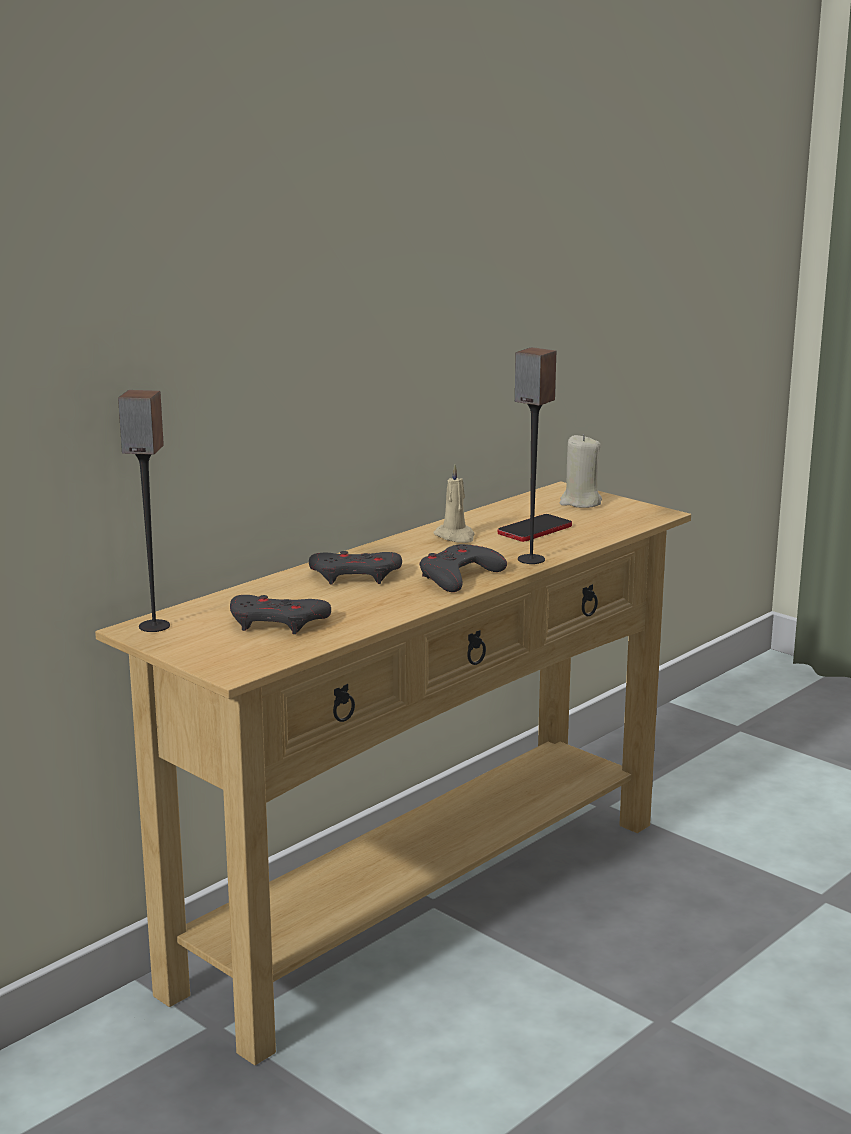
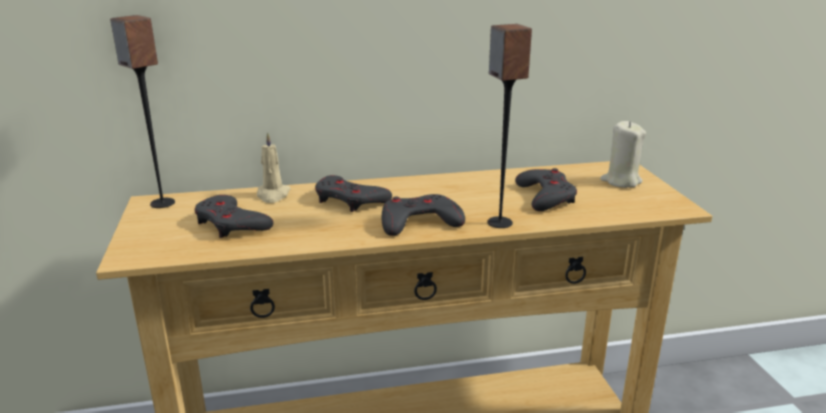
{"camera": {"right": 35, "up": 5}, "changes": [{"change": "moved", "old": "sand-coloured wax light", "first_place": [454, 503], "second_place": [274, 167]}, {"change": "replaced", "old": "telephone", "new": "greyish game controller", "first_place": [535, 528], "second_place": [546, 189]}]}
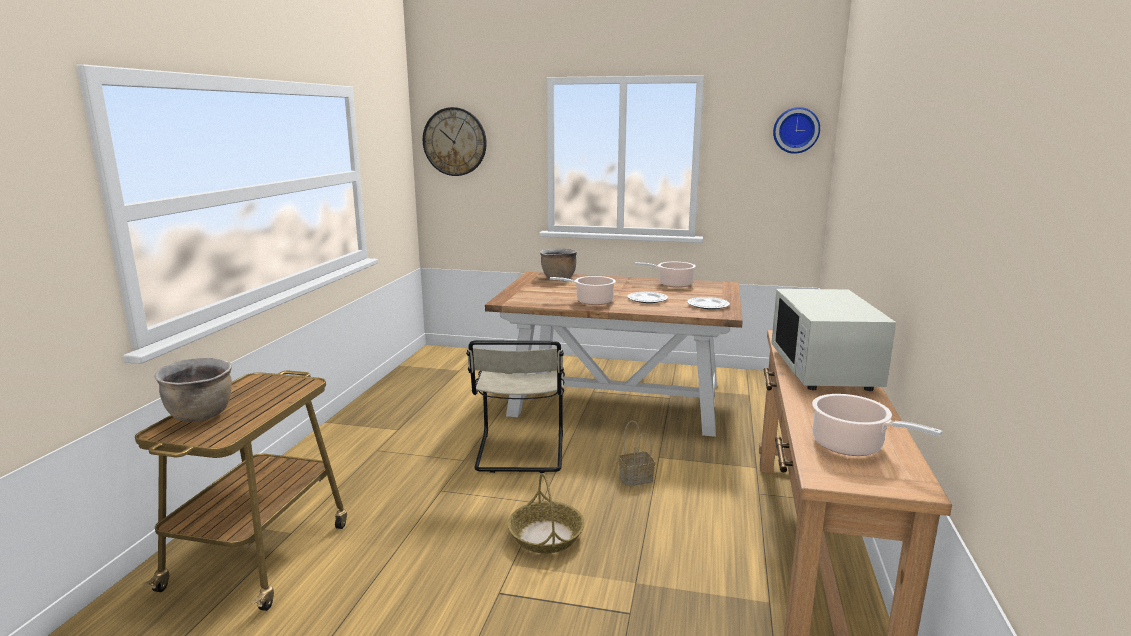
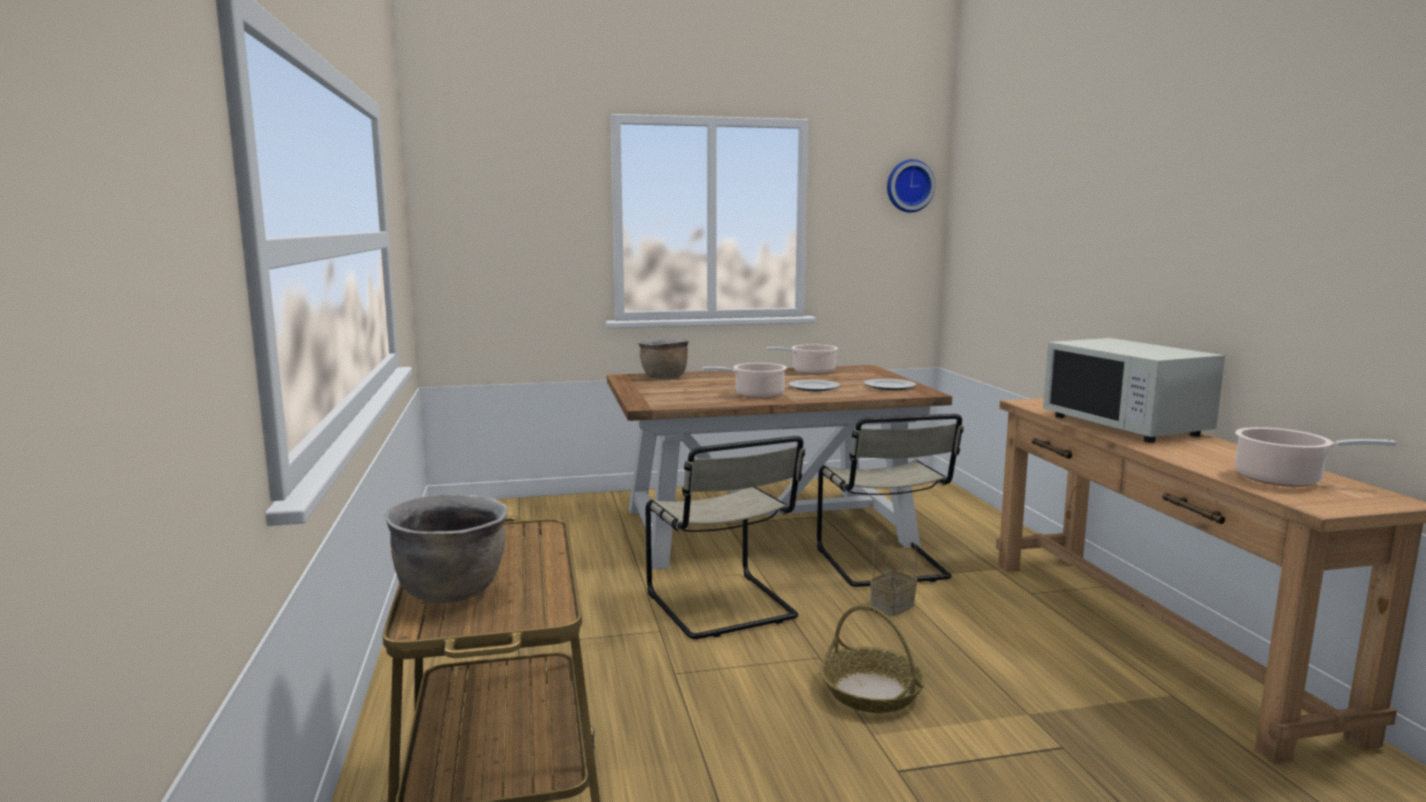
{"camera": {"right": -25, "up": -5}, "changes": [{"change": "removed", "old": "wall clock", "first_place": [455, 141]}, {"change": "added", "new": "sand-coloured chair", "second_place": [890, 500]}]}
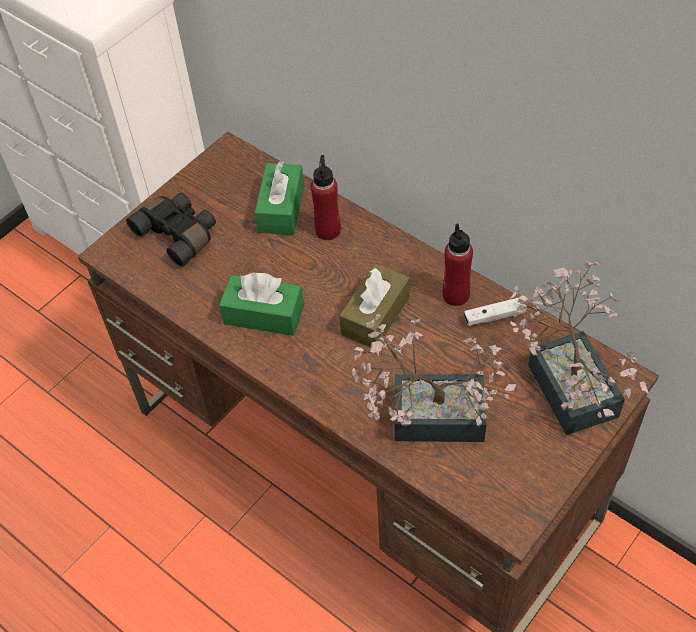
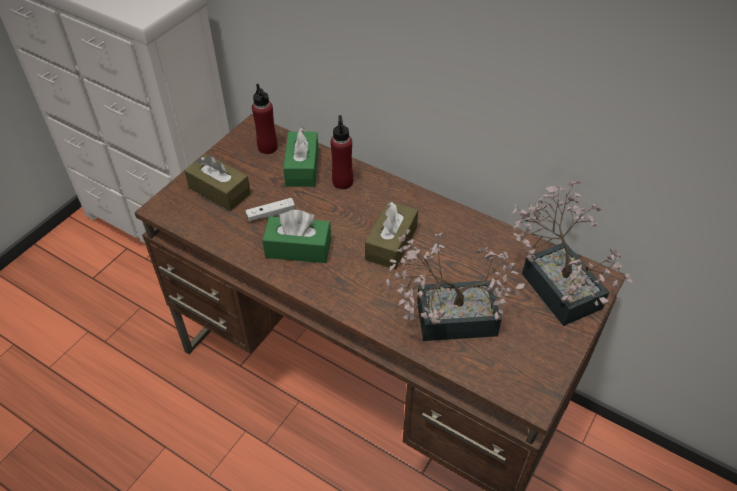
{"camera": {"right": -10, "up": -5}, "changes": [{"change": "replaced", "old": "blackish pair of binoculars", "new": "brown tissue holder", "first_place": [171, 230], "second_place": [217, 182]}, {"change": "moved", "old": "reddish bottle", "first_place": [458, 265], "second_place": [265, 119]}, {"change": "moved", "old": "whitish game controller", "first_place": [495, 311], "second_place": [270, 209]}]}
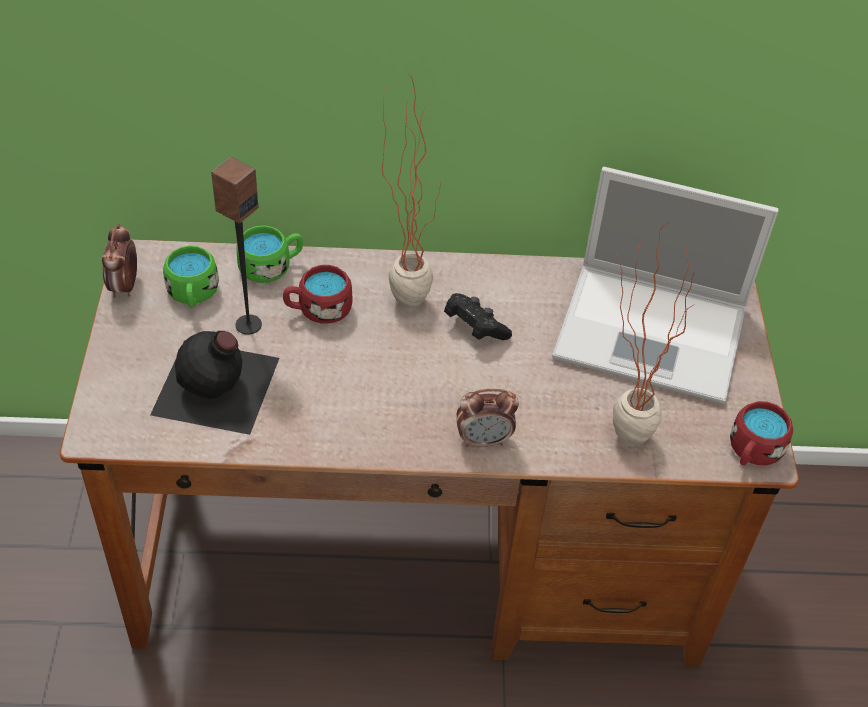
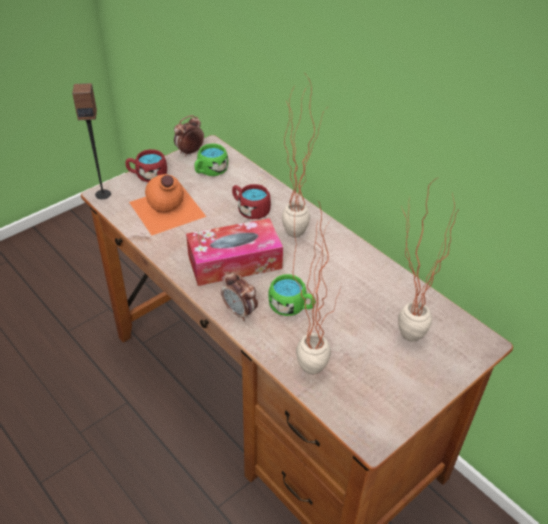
{"camera": {"right": 50, "up": -5}, "changes": [{"change": "recoloured", "old": "blackish bottle", "new": "orangey bottle", "first_place": [214, 383], "second_place": [167, 204]}, {"change": "moved", "old": "loudspeaker", "first_place": [236, 246], "second_place": [91, 141]}, {"change": "moved", "old": "greenish tea mug", "first_place": [269, 254], "second_place": [291, 295]}, {"change": "removed", "old": "blackish game controller", "first_place": [478, 316]}, {"change": "replaced", "old": "portable computer", "new": "plant in a pot", "first_place": [665, 285], "second_place": [428, 260]}, {"change": "moved", "old": "reddish tea mug", "first_place": [761, 433], "second_place": [146, 165]}, {"change": "added", "new": "tissue holder", "second_place": [234, 252]}]}
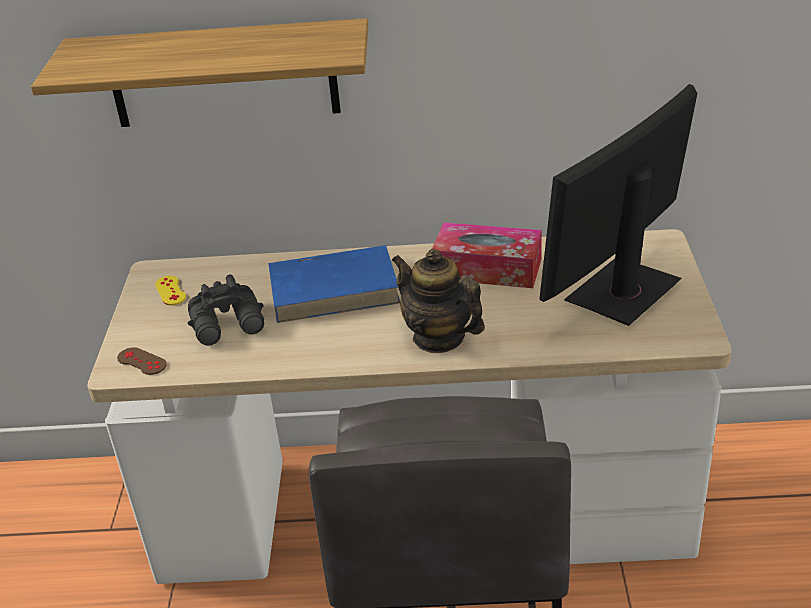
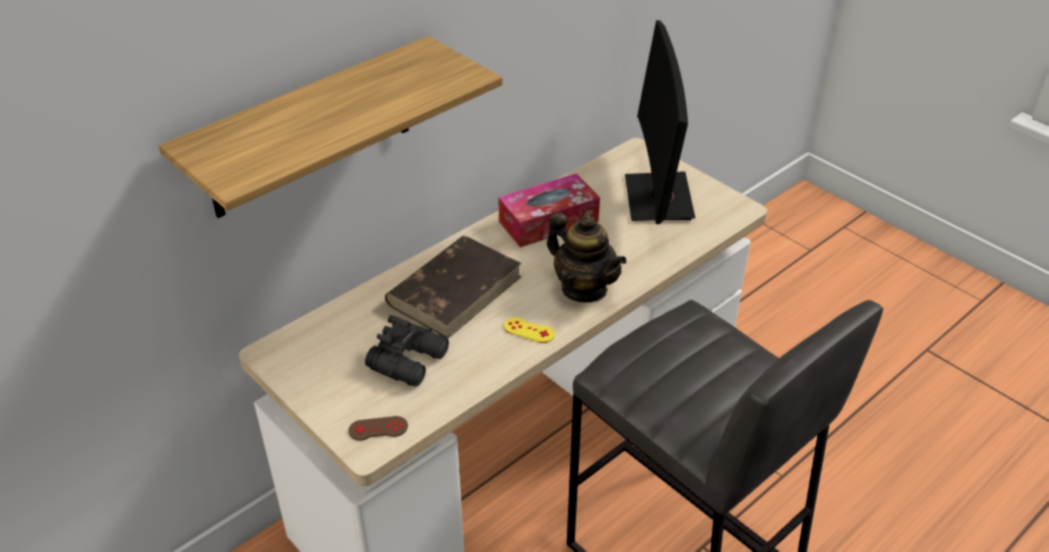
{"camera": {"right": -45, "up": 5}, "changes": [{"change": "moved", "old": "yellow game controller", "first_place": [170, 290], "second_place": [529, 330]}, {"change": "recoloured", "old": "blue volume", "new": "brown volume", "first_place": [334, 284], "second_place": [453, 287]}, {"change": "turned", "old": "tea pot", "first_place": [438, 301], "second_place": [587, 257], "degrees": -135}]}
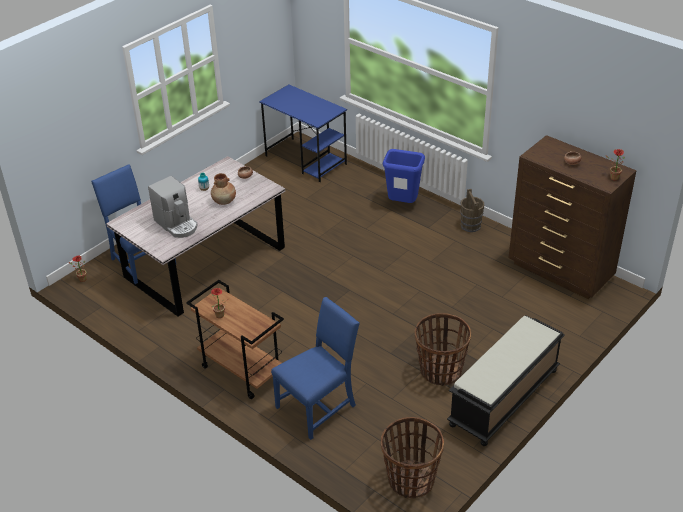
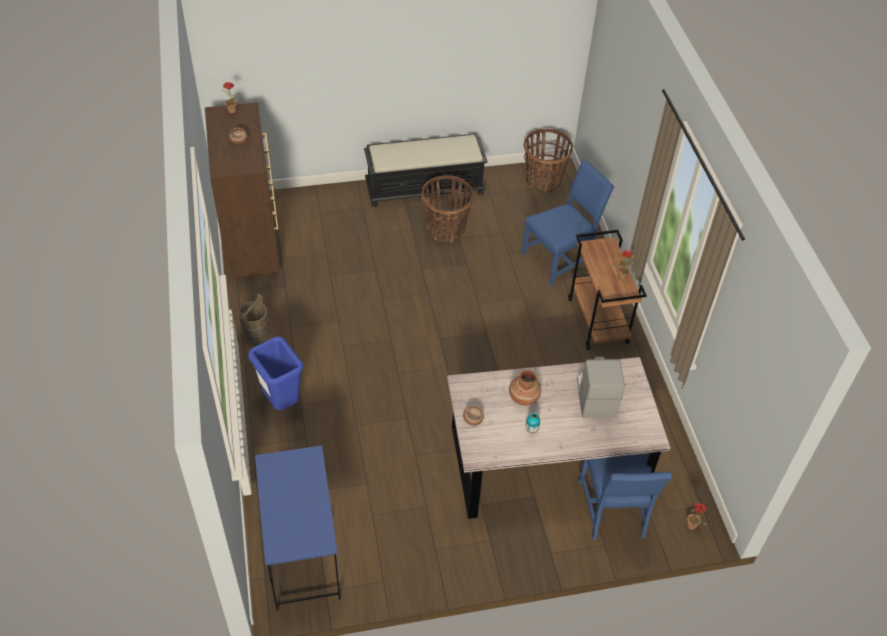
{"camera": {"right": -145, "up": 10}, "changes": [{"change": "turned", "old": "blue chair", "first_place": [315, 368], "second_place": [567, 222], "degrees": 150}]}
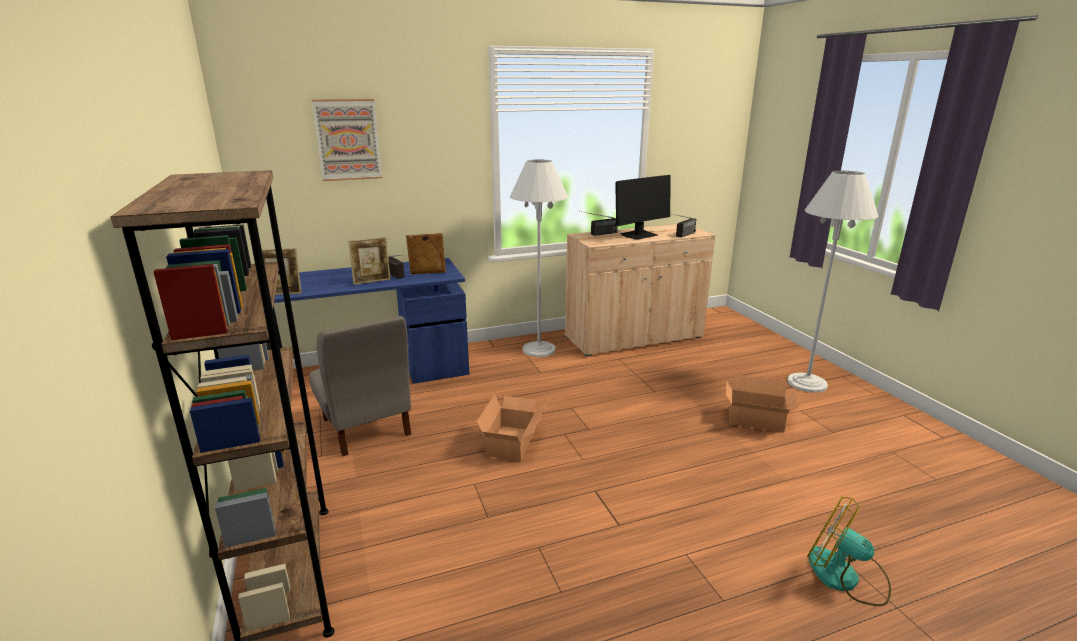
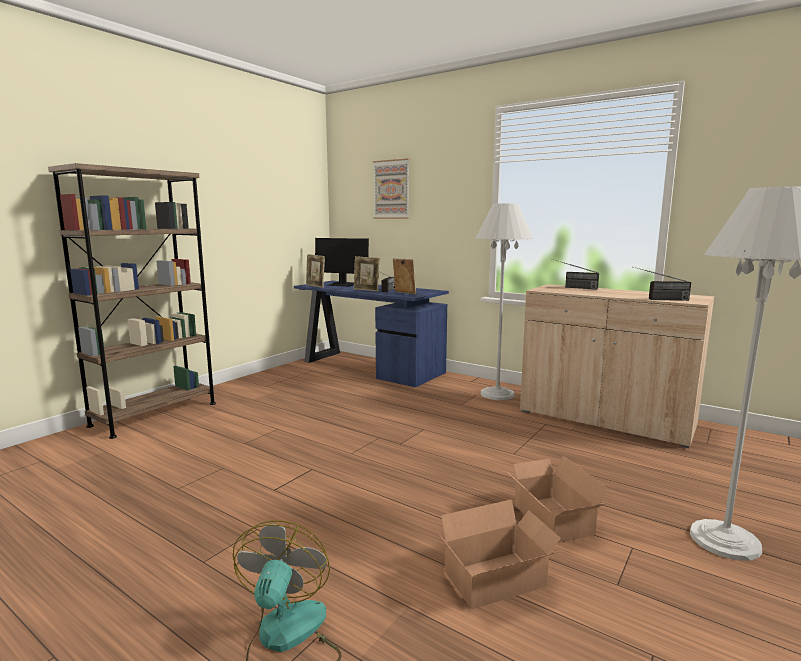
{"camera": {"right": 55, "up": -10}, "changes": [{"change": "removed", "old": "greyish chair", "first_place": [360, 386]}, {"change": "moved", "old": "packing box", "first_place": [511, 427], "second_place": [500, 554]}, {"change": "moved", "old": "computer display", "first_place": [643, 207], "second_place": [342, 262]}]}
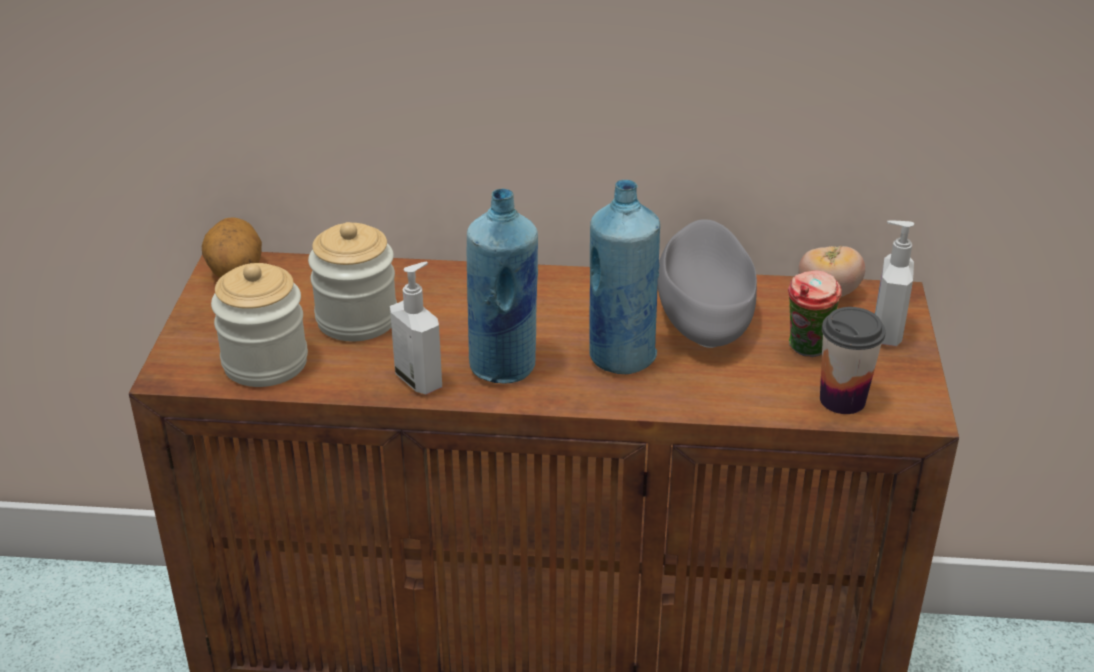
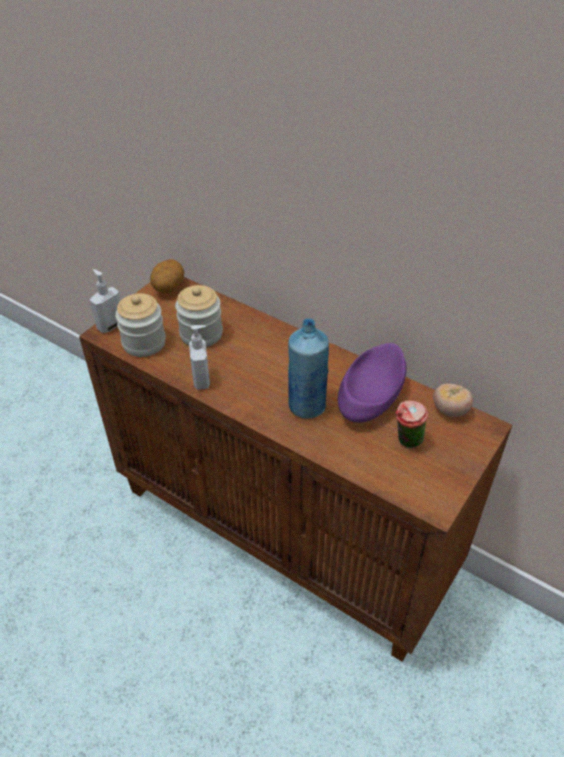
{"camera": {"right": 30, "up": 10}, "changes": [{"change": "removed", "old": "blue bottle", "first_place": [502, 286]}, {"change": "recoloured", "old": "greyish deep dish", "new": "purple deep dish", "first_place": [707, 283], "second_place": [372, 383]}, {"change": "removed", "old": "small cup", "first_place": [853, 360]}, {"change": "moved", "old": "liquid soap bottle", "first_place": [894, 283], "second_place": [105, 301]}]}
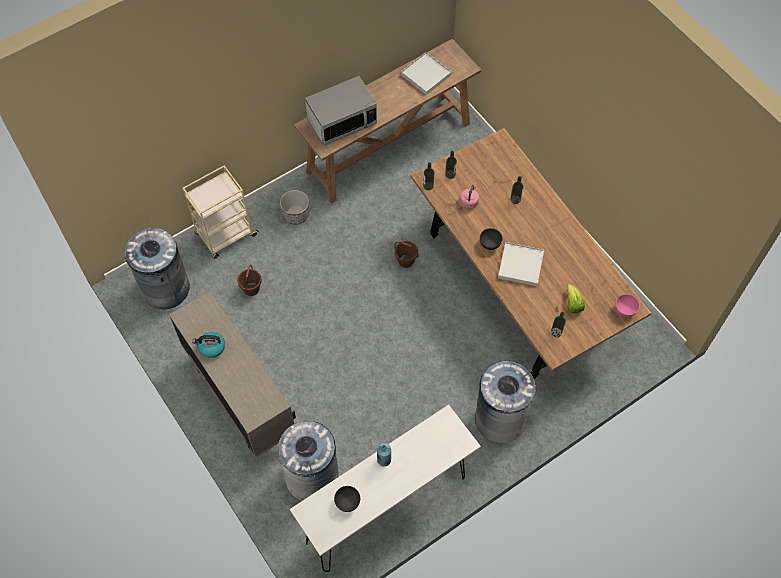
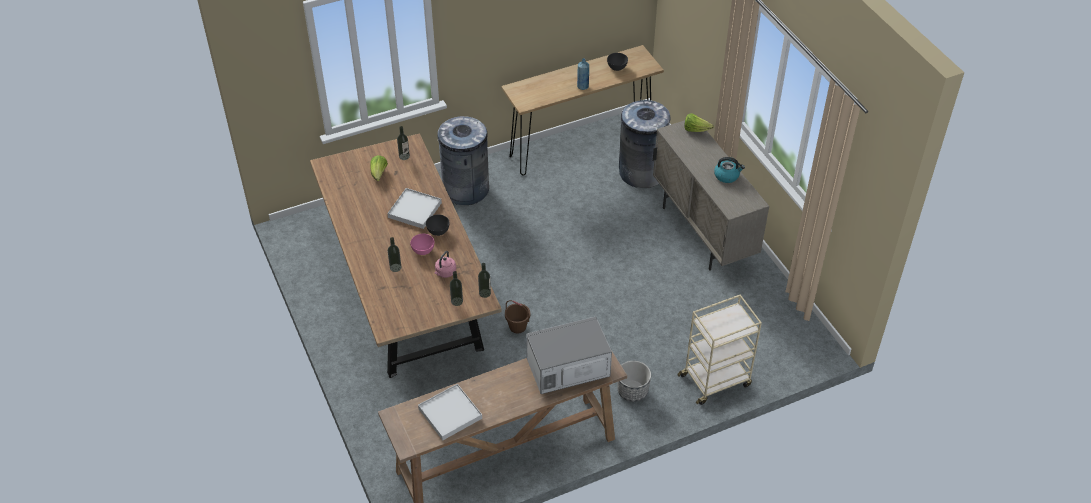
{"camera": {"right": -170, "up": -15}, "changes": [{"change": "removed", "old": "greyish rubbish bin", "first_place": [157, 269]}, {"change": "removed", "old": "brown water bucket", "first_place": [249, 280]}, {"change": "recoloured", "old": "whitish hall table", "new": "brown hall table", "first_place": [385, 488], "second_place": [582, 110]}, {"change": "moved", "old": "pink deep dish", "first_place": [628, 305], "second_place": [422, 244]}, {"change": "added", "new": "head of lettuce", "second_place": [699, 122]}]}
